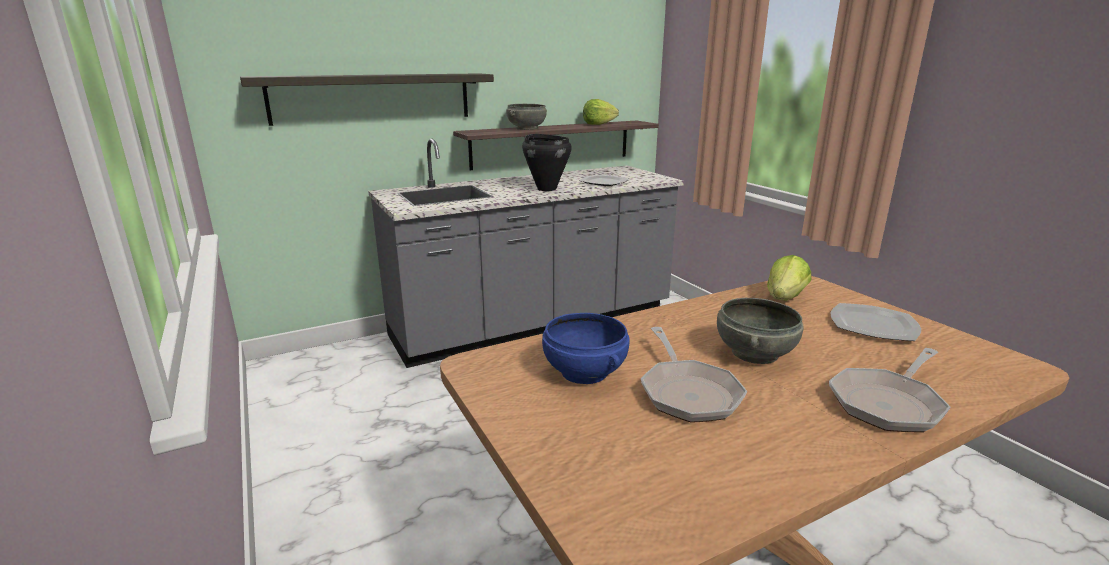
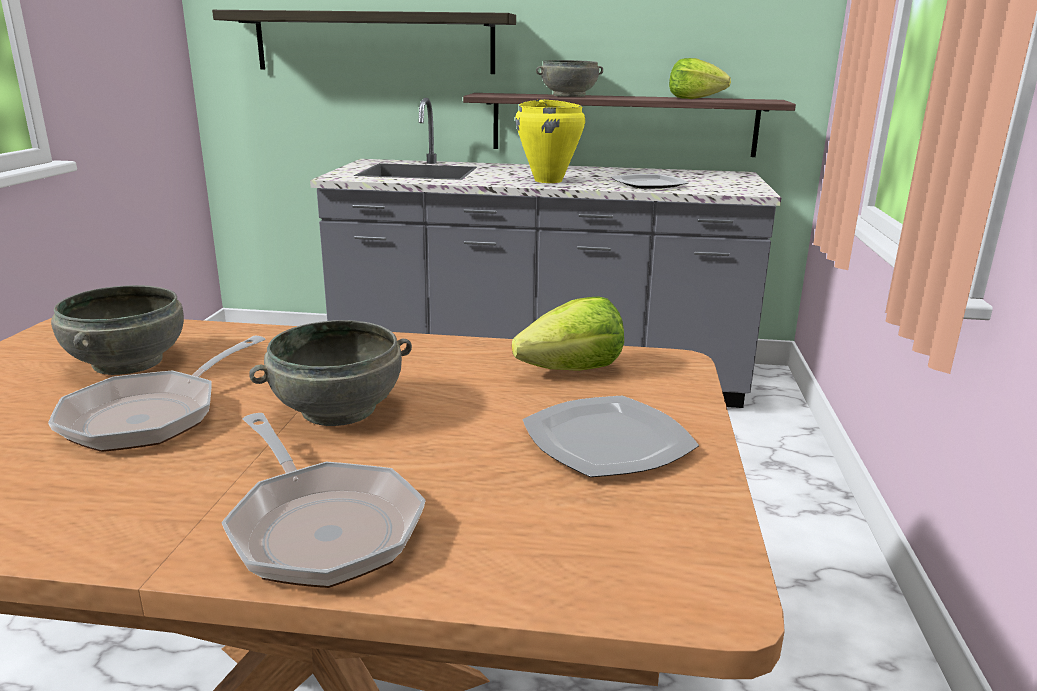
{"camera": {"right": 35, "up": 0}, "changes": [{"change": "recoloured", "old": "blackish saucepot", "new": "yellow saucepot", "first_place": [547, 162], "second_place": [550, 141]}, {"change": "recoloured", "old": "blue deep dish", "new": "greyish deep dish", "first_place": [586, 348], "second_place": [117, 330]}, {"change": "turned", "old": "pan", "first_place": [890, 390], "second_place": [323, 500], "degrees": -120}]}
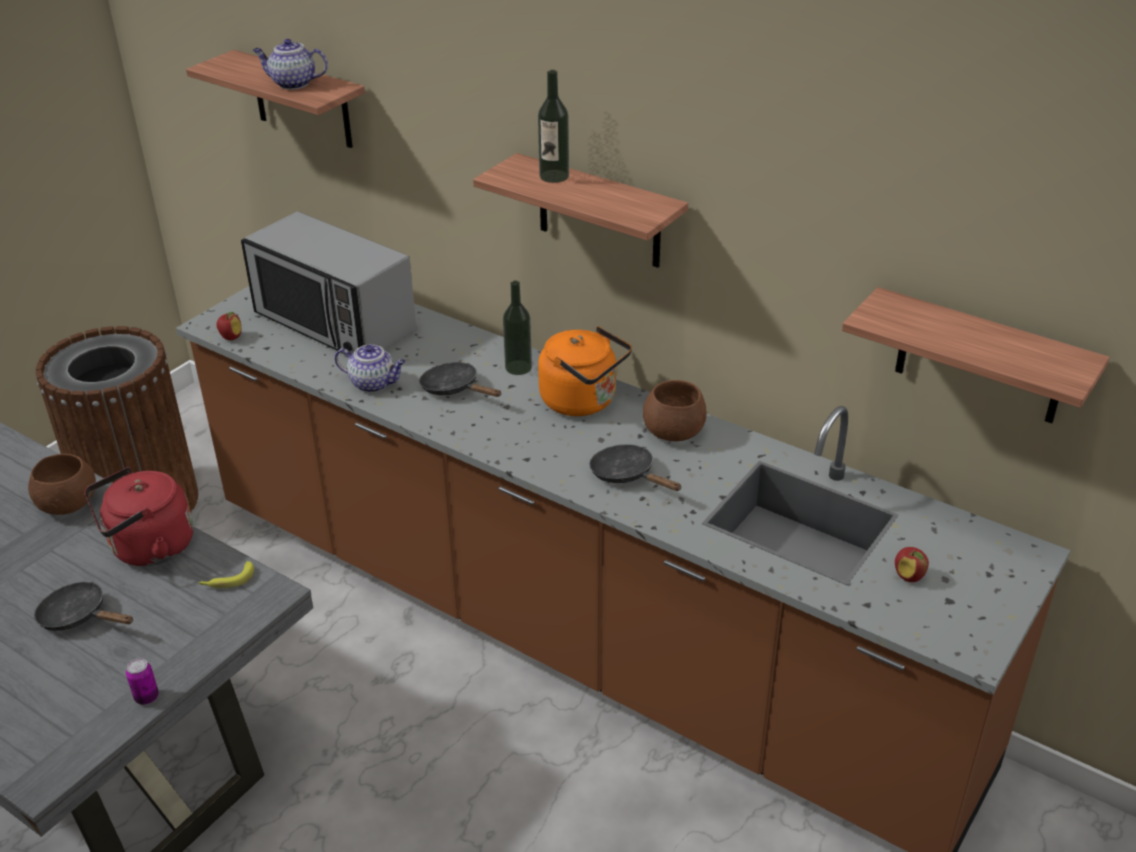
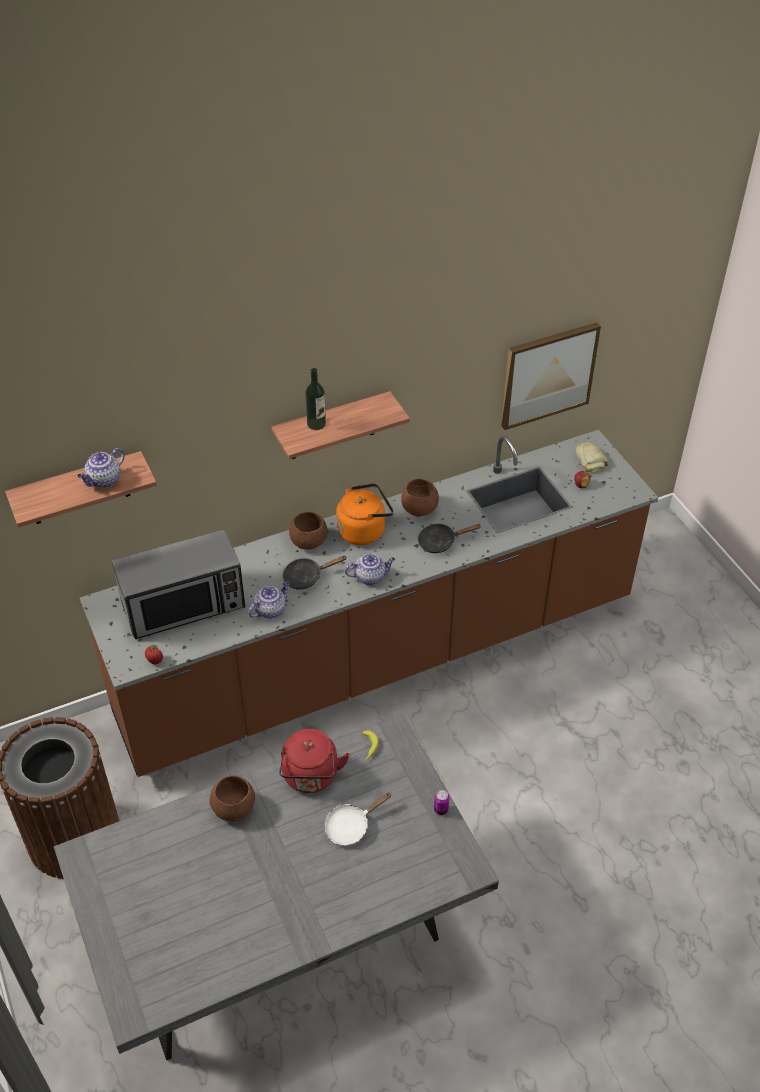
{"camera": {"right": -60, "up": 10}, "changes": [{"change": "recoloured", "old": "blackish pan", "new": "whitish pan", "first_place": [83, 606], "second_place": [358, 819]}, {"change": "replaced", "old": "bottle", "new": "brown deep dish", "first_place": [517, 327], "second_place": [308, 531]}, {"change": "replaced", "old": "bracket shelf", "new": "wall art", "first_place": [976, 355], "second_place": [551, 376]}, {"change": "added", "new": "tea pot", "second_place": [370, 569]}, {"change": "added", "new": "bakery bread", "second_place": [592, 457]}]}
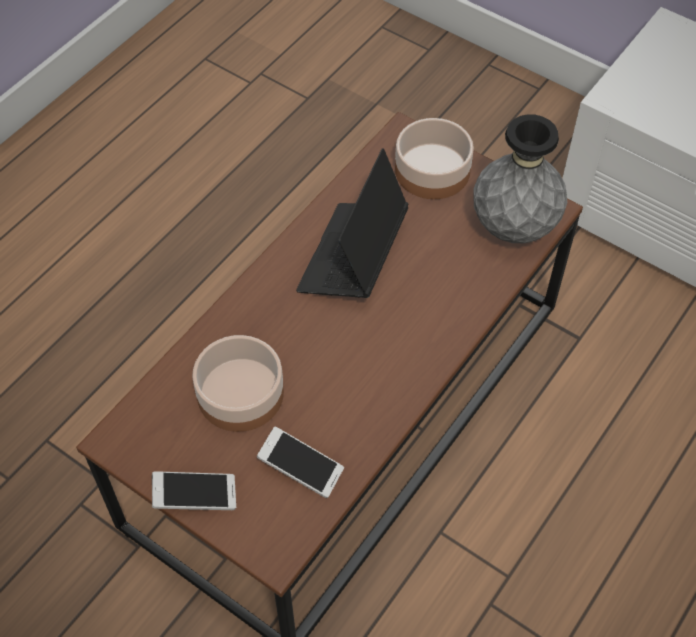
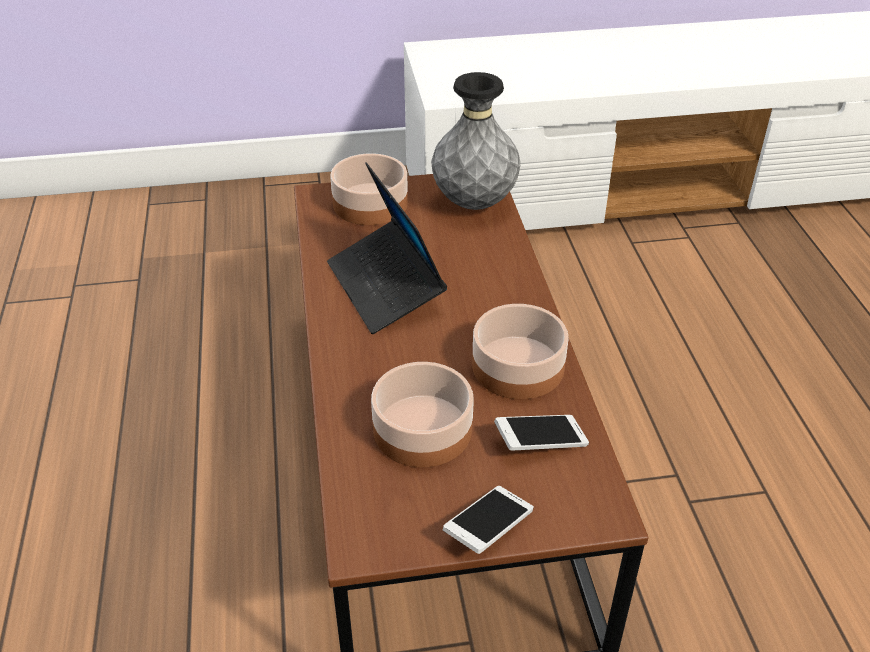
{"camera": {"right": -45, "up": -15}, "changes": [{"change": "added", "new": "deep dish", "second_place": [520, 351]}]}
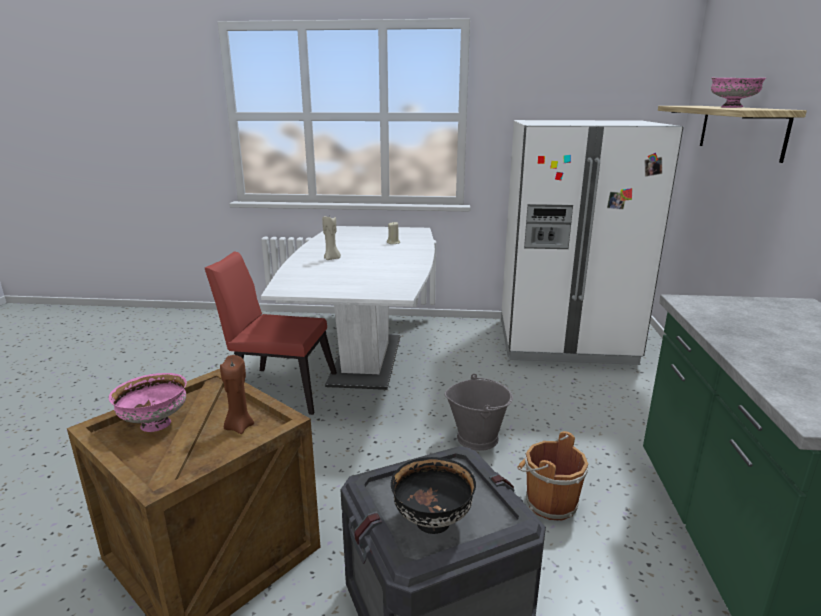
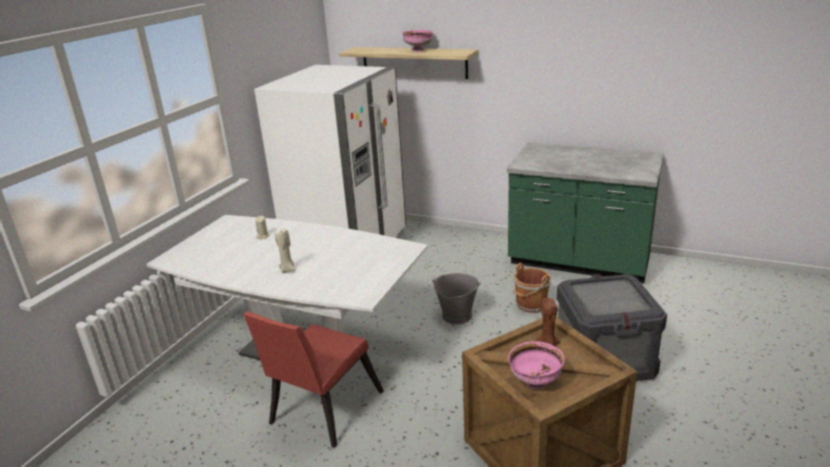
{"camera": {"right": -70, "up": 5}, "changes": [{"change": "removed", "old": "blackish deep dish", "first_place": [433, 495]}]}
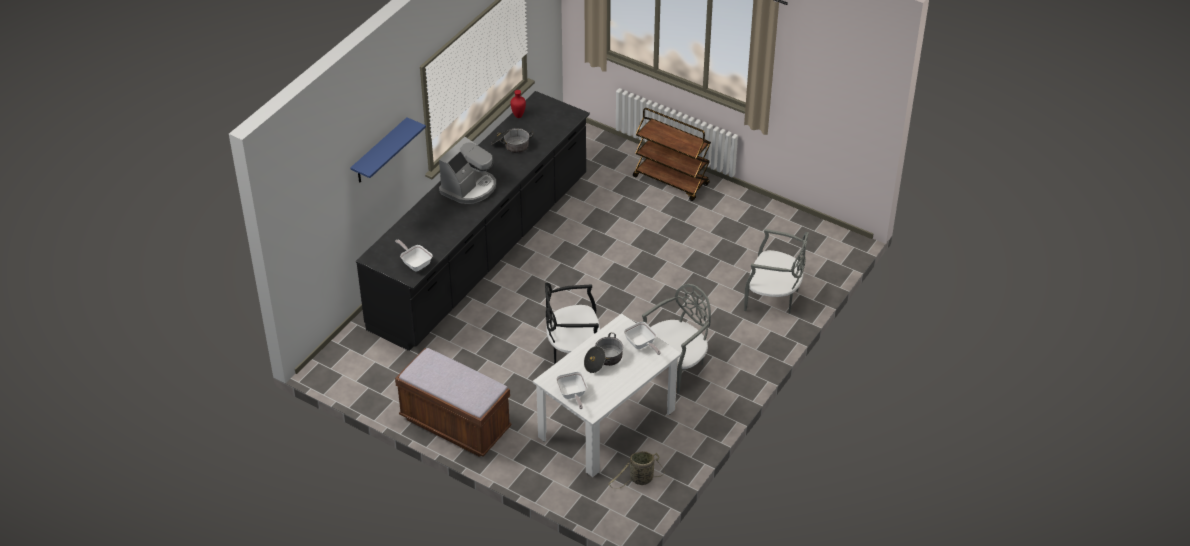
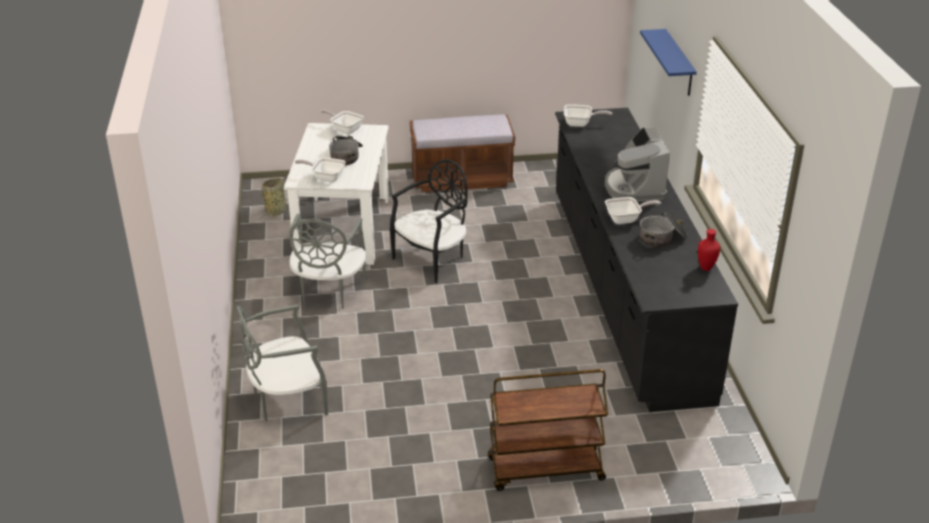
{"camera": {"right": 140, "up": -10}, "changes": [{"change": "added", "new": "pan", "second_place": [633, 210]}]}
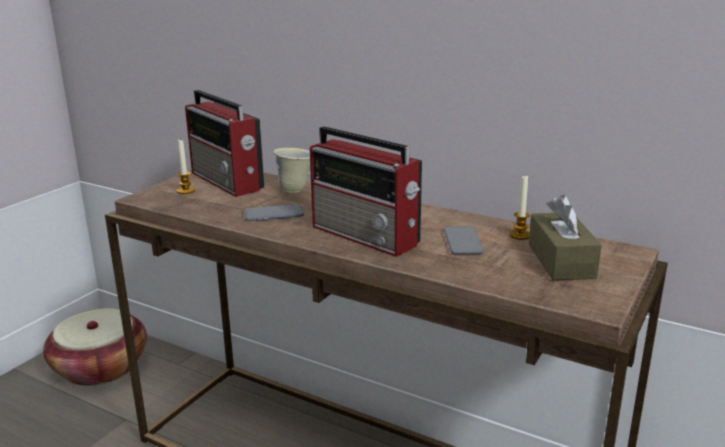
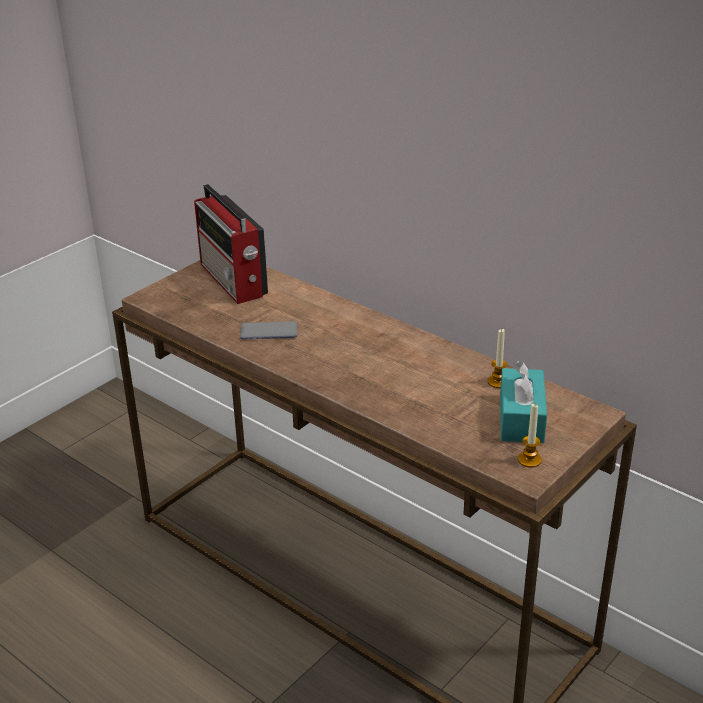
{"camera": {"right": 10, "up": 10}, "changes": [{"change": "removed", "old": "basket", "first_place": [95, 347]}, {"change": "moved", "old": "wax light", "first_place": [185, 166], "second_place": [530, 436]}, {"change": "removed", "old": "sand-coloured tea mug", "first_place": [292, 170]}, {"change": "removed", "old": "radio receiver", "first_place": [366, 191]}, {"change": "removed", "old": "telephone", "first_place": [464, 240]}, {"change": "recoloured", "old": "brown tissue holder", "new": "turquoise tissue holder", "first_place": [565, 237], "second_place": [523, 402]}]}
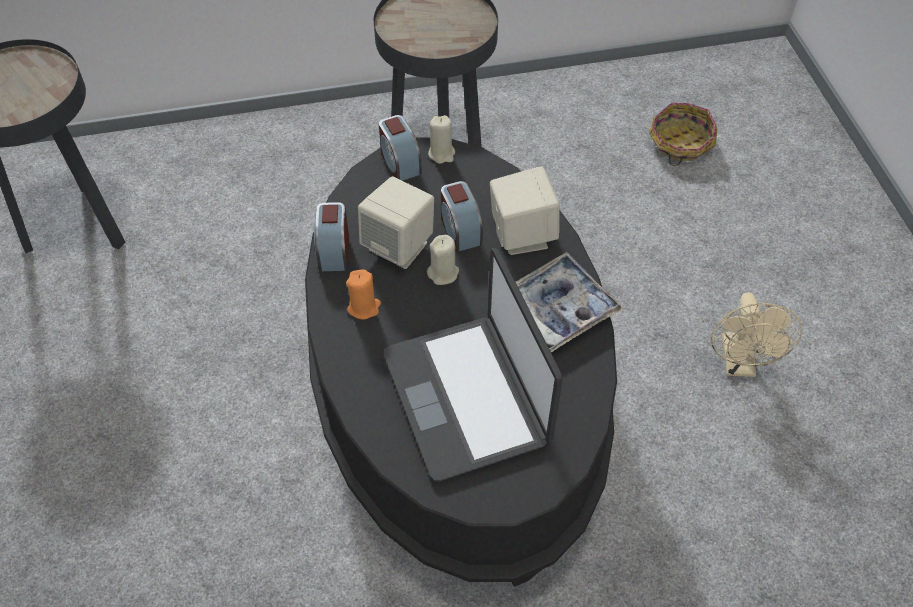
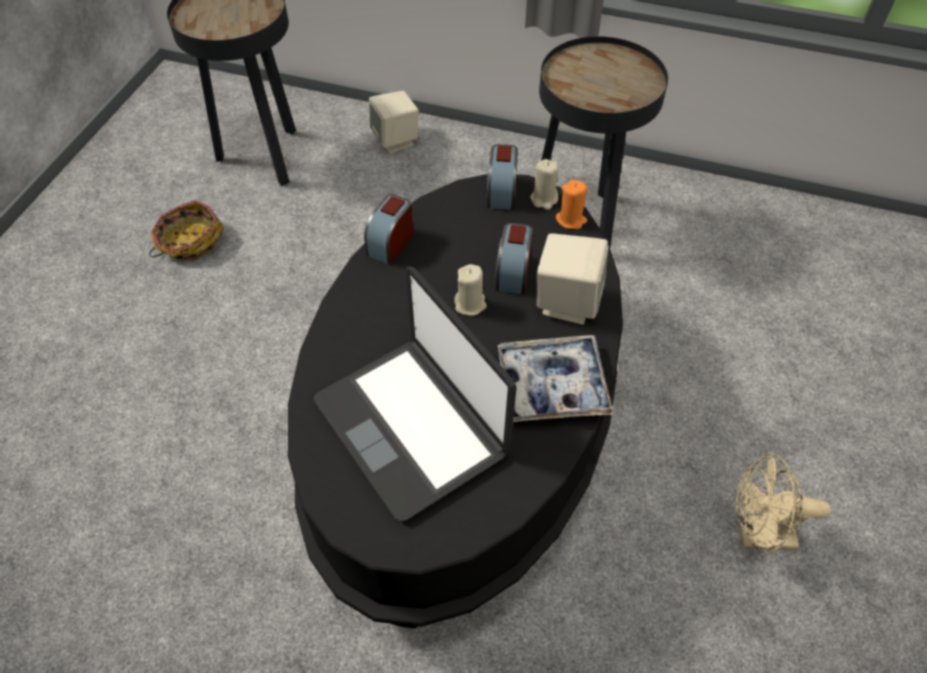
{"camera": {"right": 30, "up": 0}, "changes": [{"change": "moved", "old": "orangey wax light", "first_place": [363, 294], "second_place": [571, 204]}, {"change": "moved", "old": "sand-coloured loudspeaker", "first_place": [396, 222], "second_place": [394, 122]}, {"change": "turned", "old": "portable computer", "first_place": [473, 364], "second_place": [415, 394], "degrees": -45}, {"change": "moved", "old": "basket", "first_place": [683, 134], "second_place": [187, 230]}, {"change": "turned", "old": "sand-coloured electric fan", "first_place": [756, 334], "second_place": [783, 503], "degrees": 60}]}
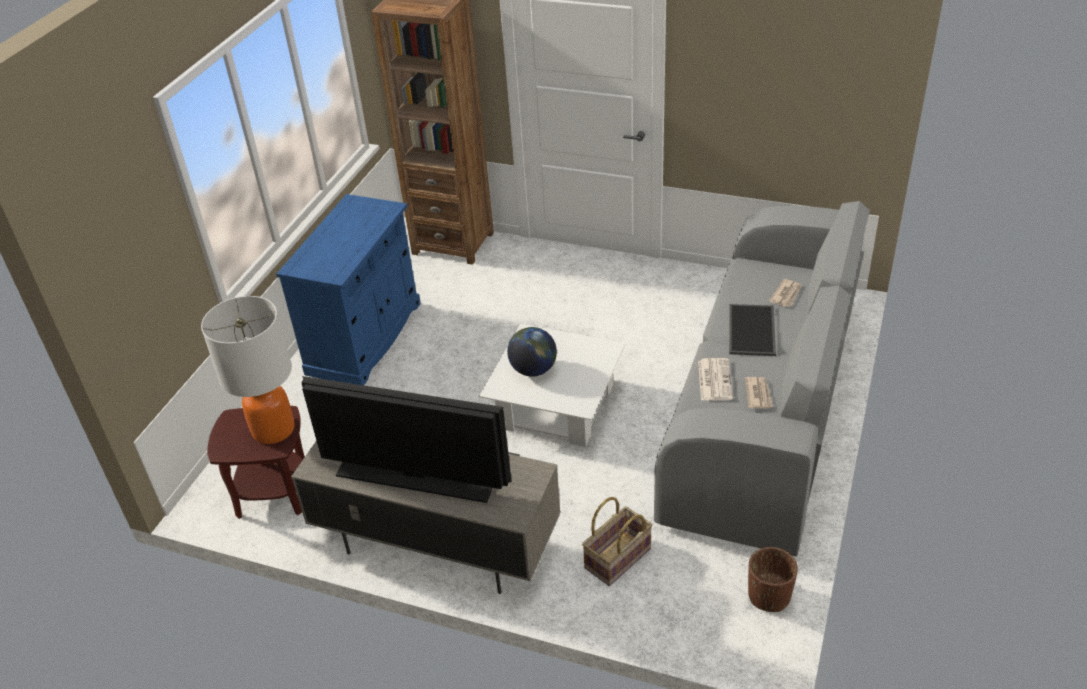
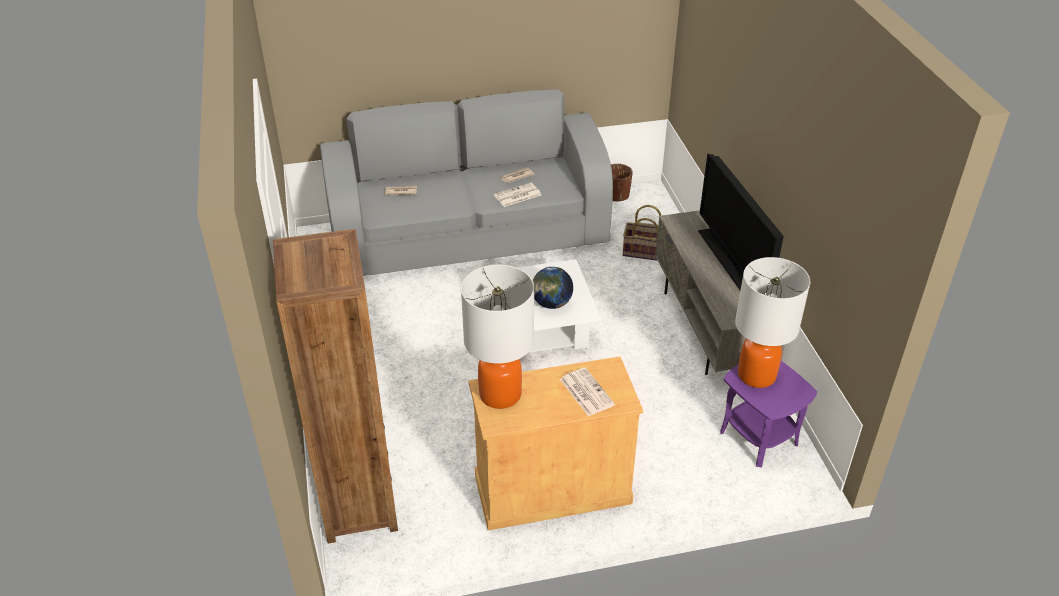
{"camera": {"right": -125, "up": 0}, "changes": [{"change": "recoloured", "old": "brown accent table", "new": "purple accent table", "first_place": [256, 462], "second_place": [768, 414]}, {"change": "recoloured", "old": "blue cabinet", "new": "sand-coloured cabinet", "first_place": [348, 289], "second_place": [555, 443]}, {"change": "removed", "old": "tray", "first_place": [752, 330]}, {"change": "added", "new": "table lamp", "second_place": [497, 337]}, {"change": "added", "new": "daily paper", "second_place": [587, 392]}]}
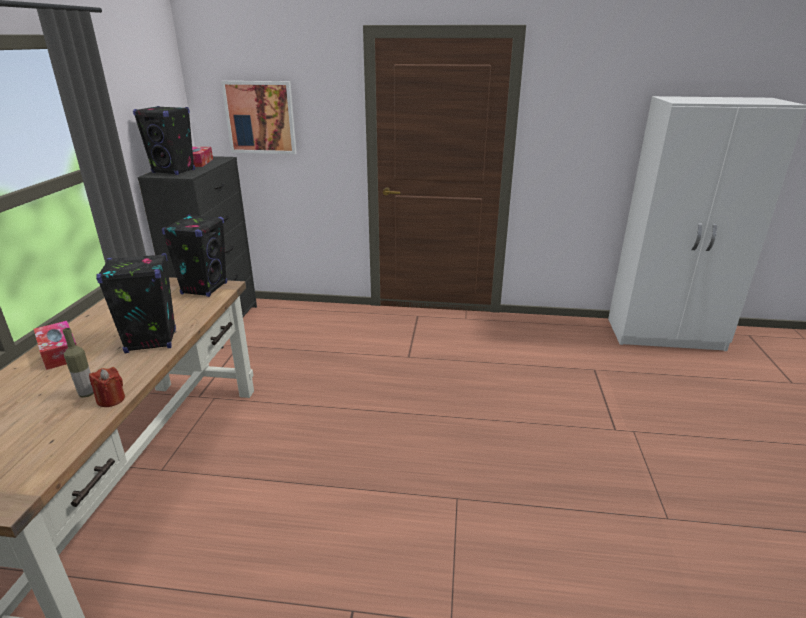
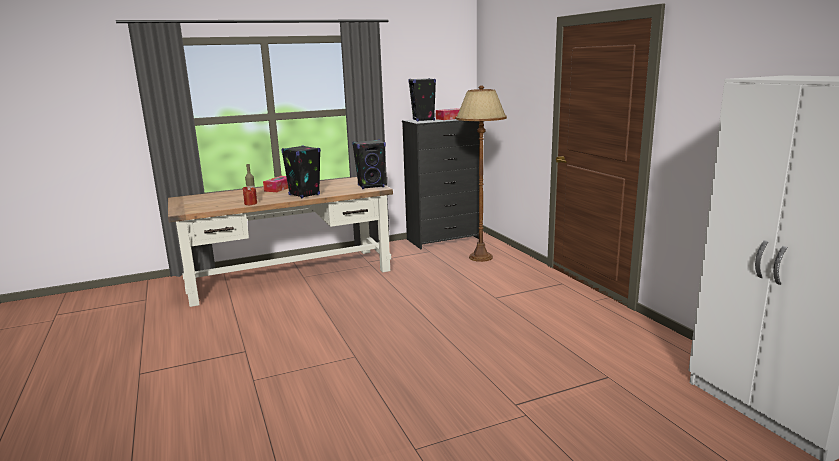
{"camera": {"right": 60, "up": -10}, "changes": [{"change": "removed", "old": "wall art", "first_place": [259, 117]}, {"change": "added", "new": "brown standard lamp", "second_place": [481, 173]}]}
